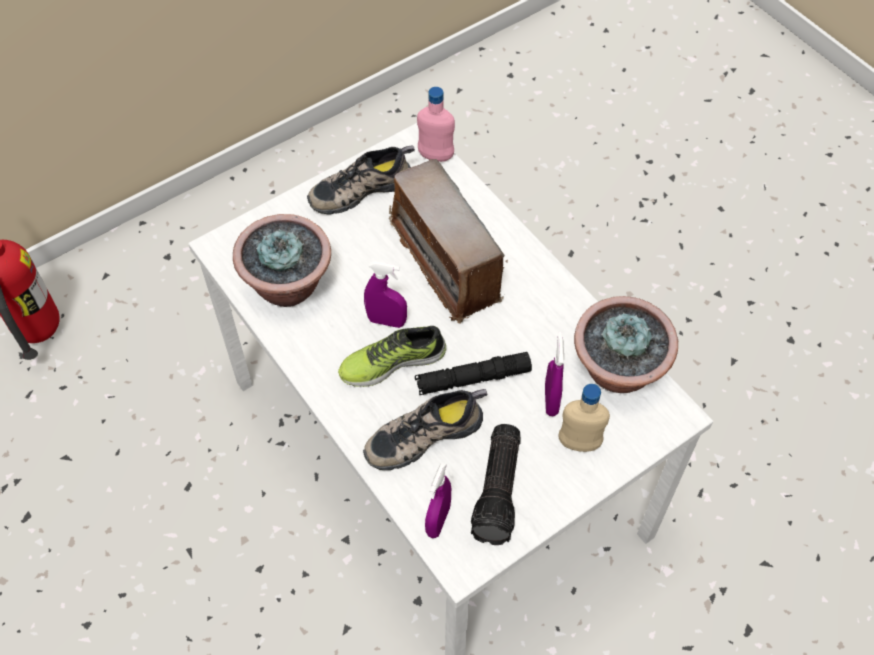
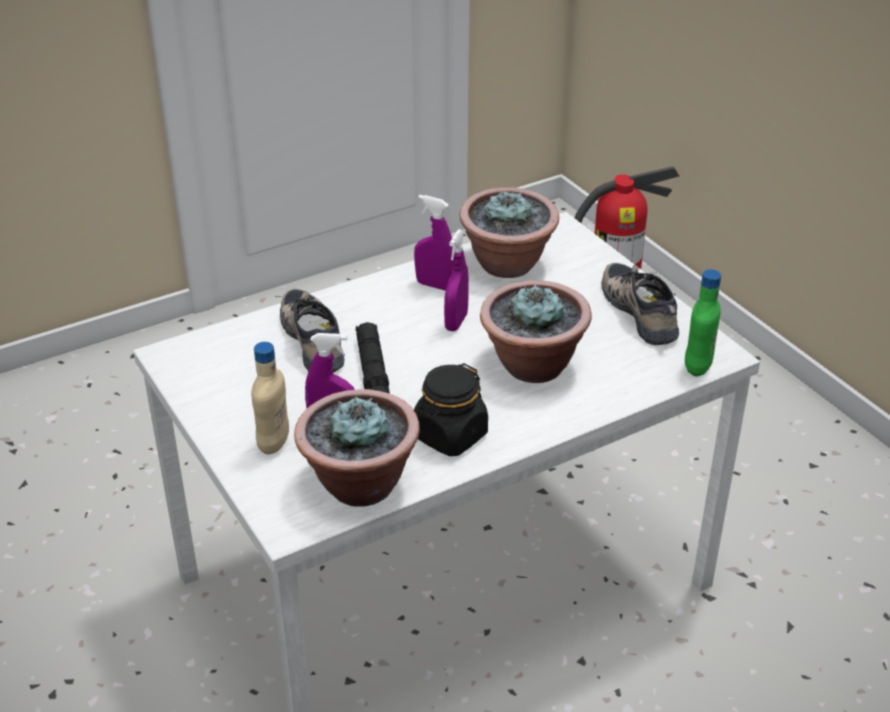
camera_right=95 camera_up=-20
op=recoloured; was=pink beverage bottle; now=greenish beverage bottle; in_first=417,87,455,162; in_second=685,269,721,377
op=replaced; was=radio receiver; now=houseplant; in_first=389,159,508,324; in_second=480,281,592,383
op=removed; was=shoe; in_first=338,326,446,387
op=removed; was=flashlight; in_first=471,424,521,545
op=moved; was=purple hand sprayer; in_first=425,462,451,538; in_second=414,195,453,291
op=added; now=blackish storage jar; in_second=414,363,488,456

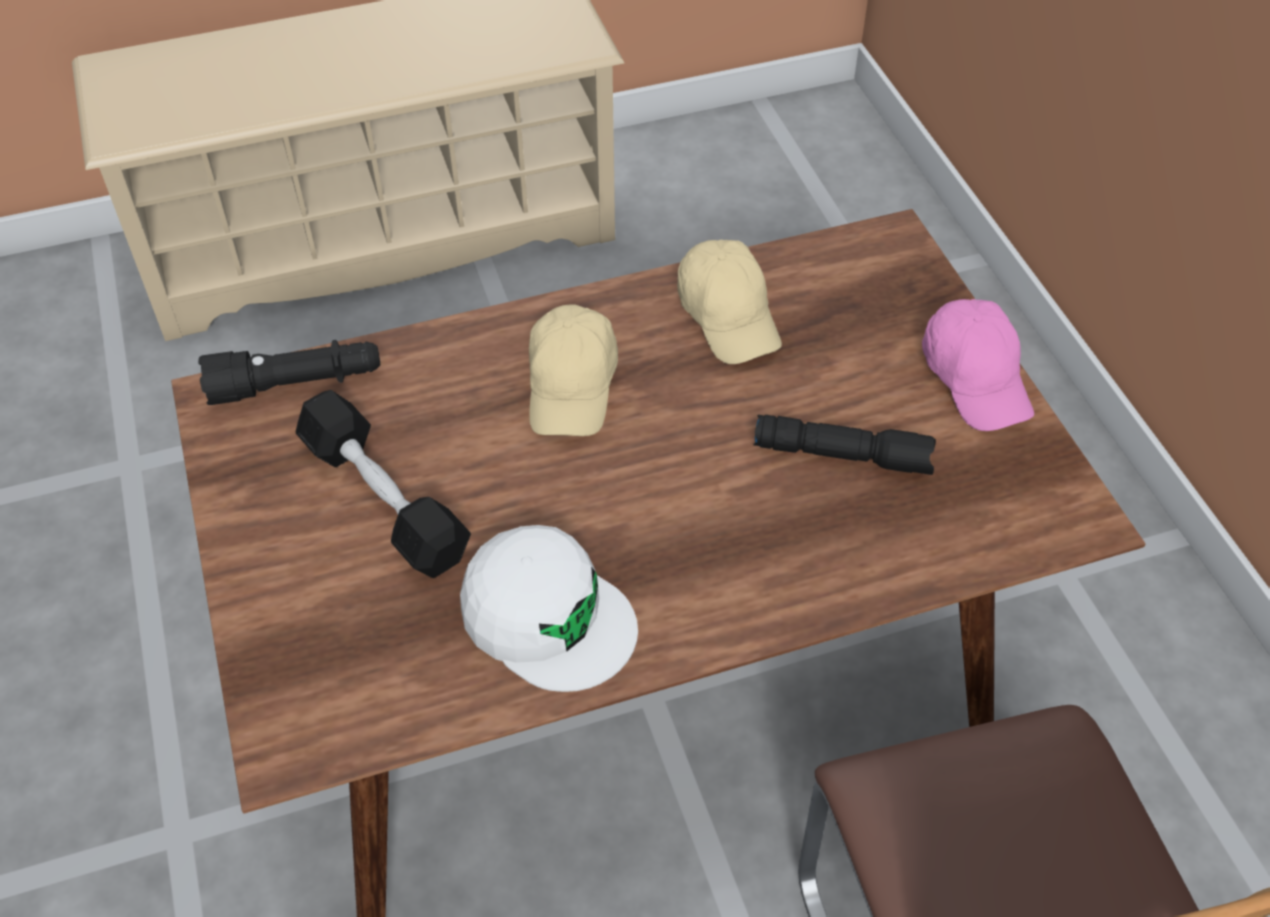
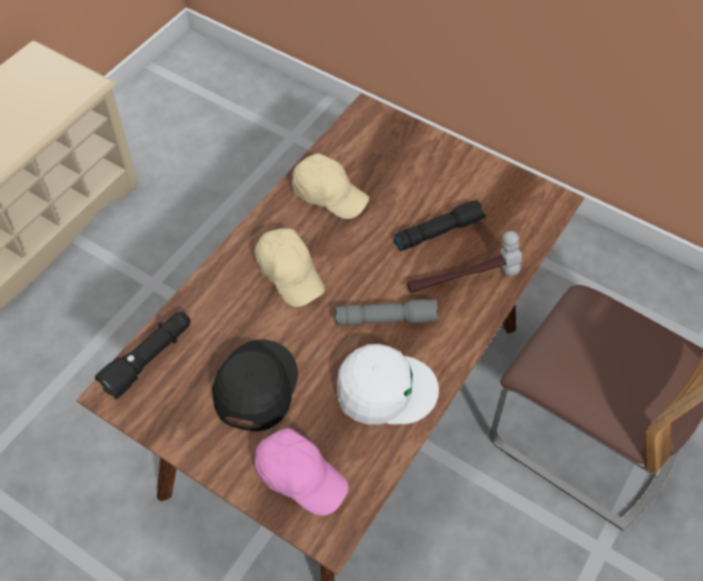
camera_right=-40 camera_up=5
op=moved; was=pink baseball cap; in_first=922,299,1034,431; in_second=255,428,348,515
op=replaced; was=blackish dumbbell; now=blackish baseball cap; in_first=295,390,471,578; in_second=212,340,298,431
op=added; now=hand hammer; in_second=407,231,522,293
op=added; now=grey flashlight; in_second=335,299,440,326

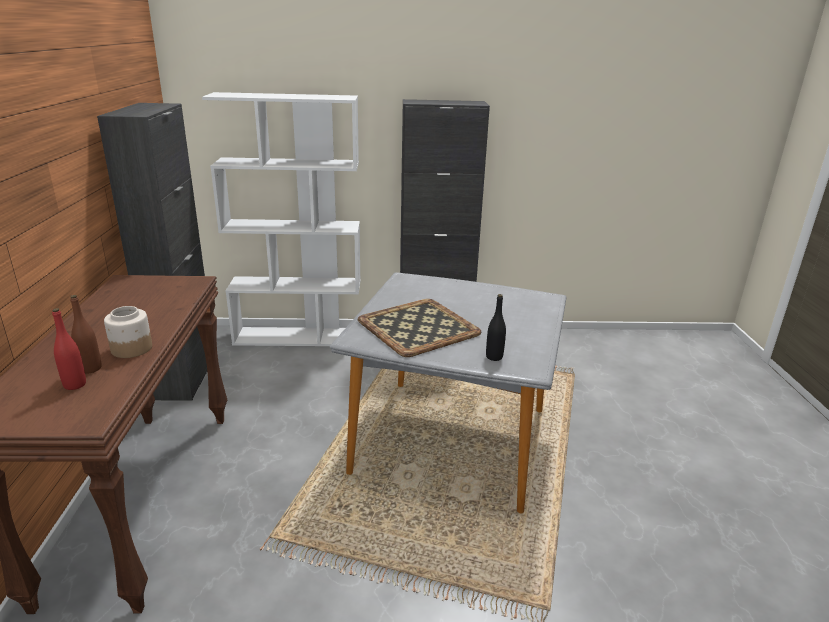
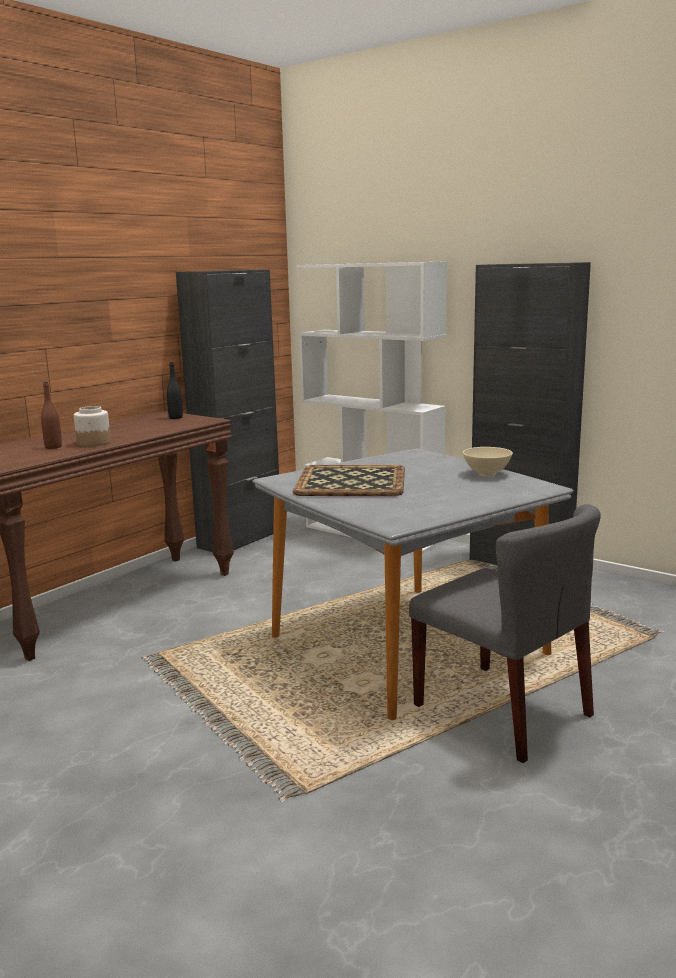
camera_right=40 camera_up=-10
op=moved; was=blackish beverage bottle; in_first=486,294,506,361; in_second=167,362,183,419
op=removed; was=red beverage bottle; in_first=52,308,86,390
op=added; now=beige bowl; in_second=463,447,513,476
op=added; now=grey plain chair; in_second=409,504,601,763

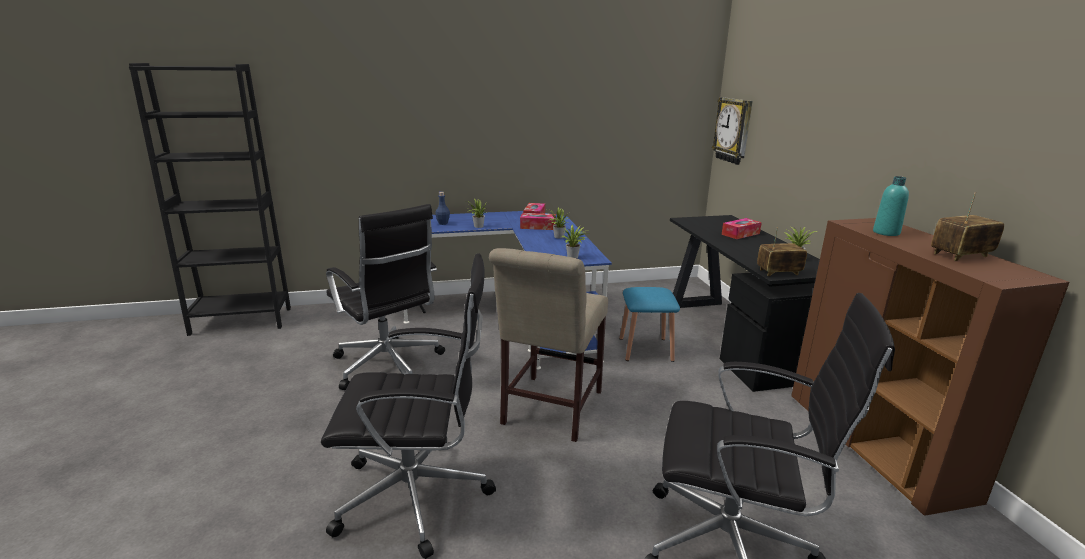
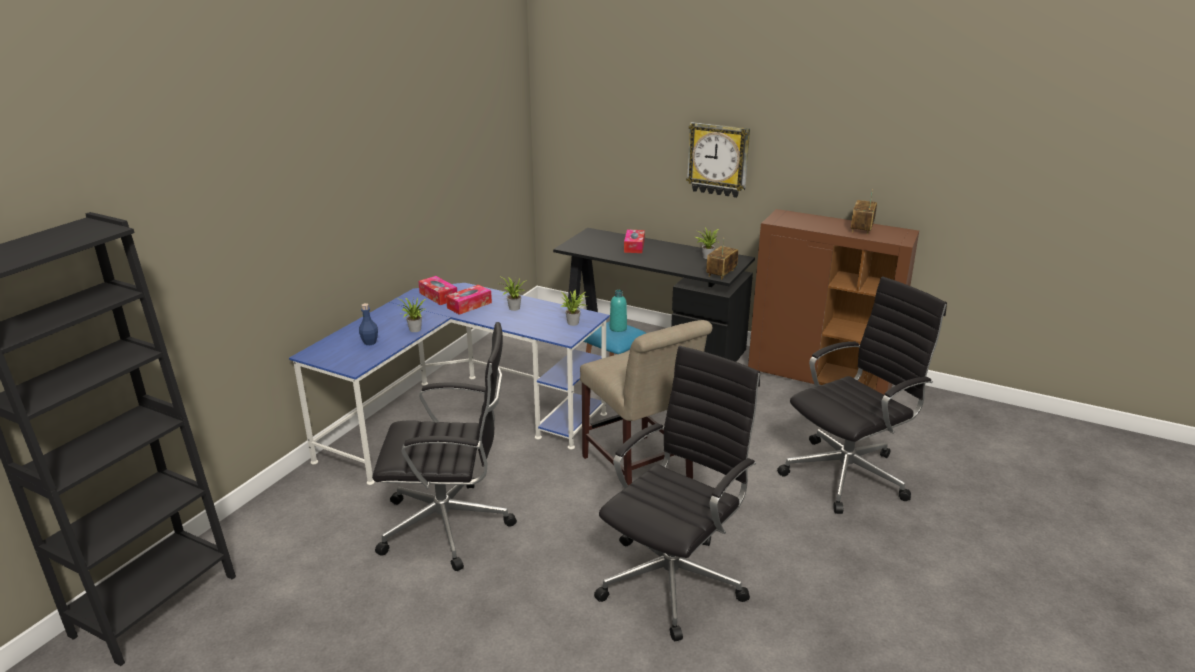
camera_right=-50 camera_up=5
op=moved; was=clock on the wall; in_first=712,97,753,165; in_second=686,122,750,198
op=moved; was=turquoise-coloured beverage bottle; in_first=873,176,909,236; in_second=610,290,627,332

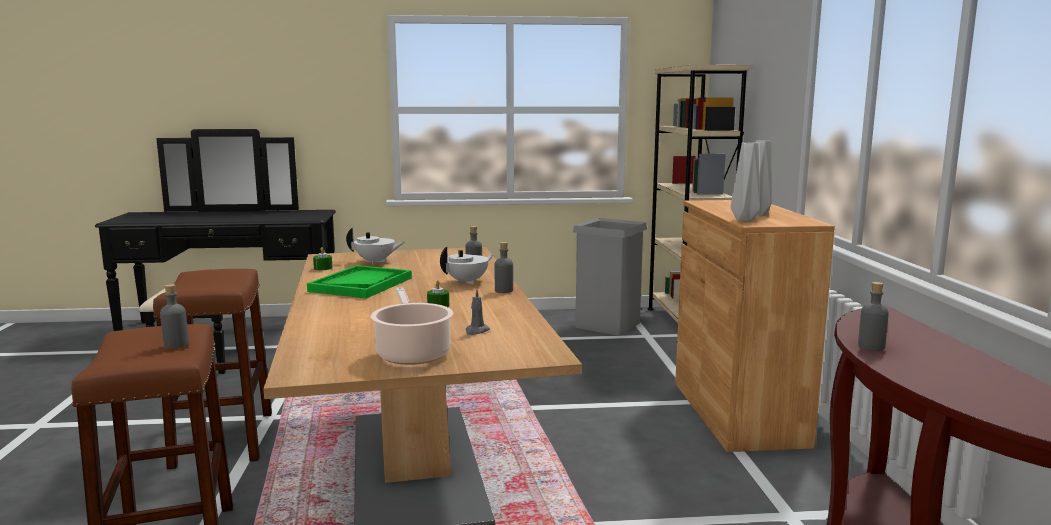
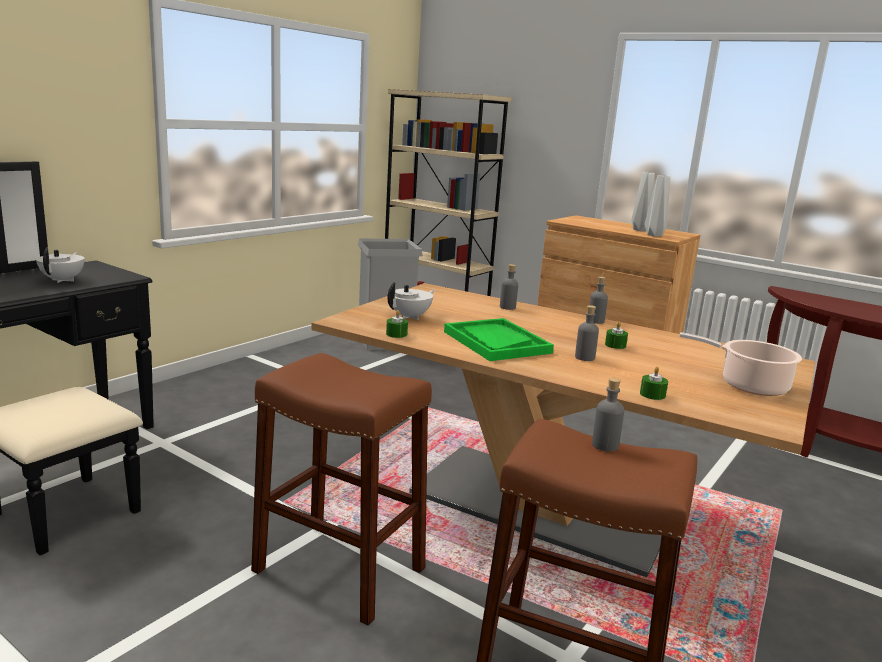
camera_right=-50 camera_up=5
op=moved; was=white-coloured tea pot; in_first=440,247,494,285; in_second=36,248,84,283
op=moved; was=grey beverage bottle; in_first=858,282,889,351; in_second=575,305,599,361
op=removed; was=grey candle; in_first=465,289,490,335
op=added; now=greenish candle; in_second=640,367,668,400

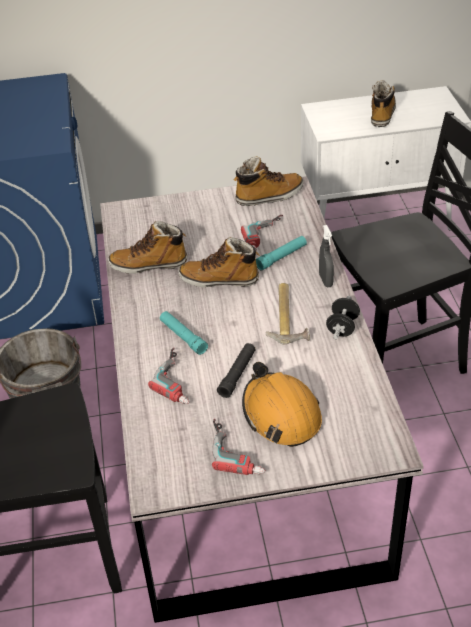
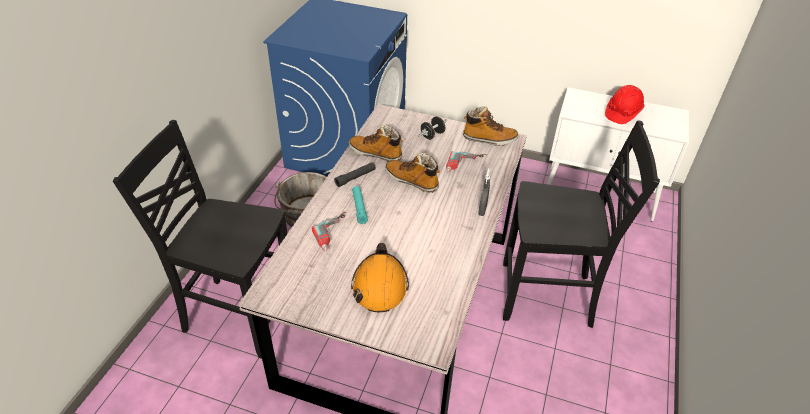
camera_right=25 camera_up=0
op=replaced; was=tall boot; now=red work helmet; in_first=371,80,396,127; in_second=605,85,645,124
op=removed; was=turquoise-coloured flashlight; in_first=256,236,307,271
op=removed; was=hand hammer; in_first=266,283,310,344
op=moved; was=blackish dumbbell; in_first=326,296,360,340; in_second=418,116,447,140
op=moved; was=blackish flashlight; in_first=217,343,256,398; in_second=334,162,376,187
op=removed; was=drill; in_first=212,419,266,475

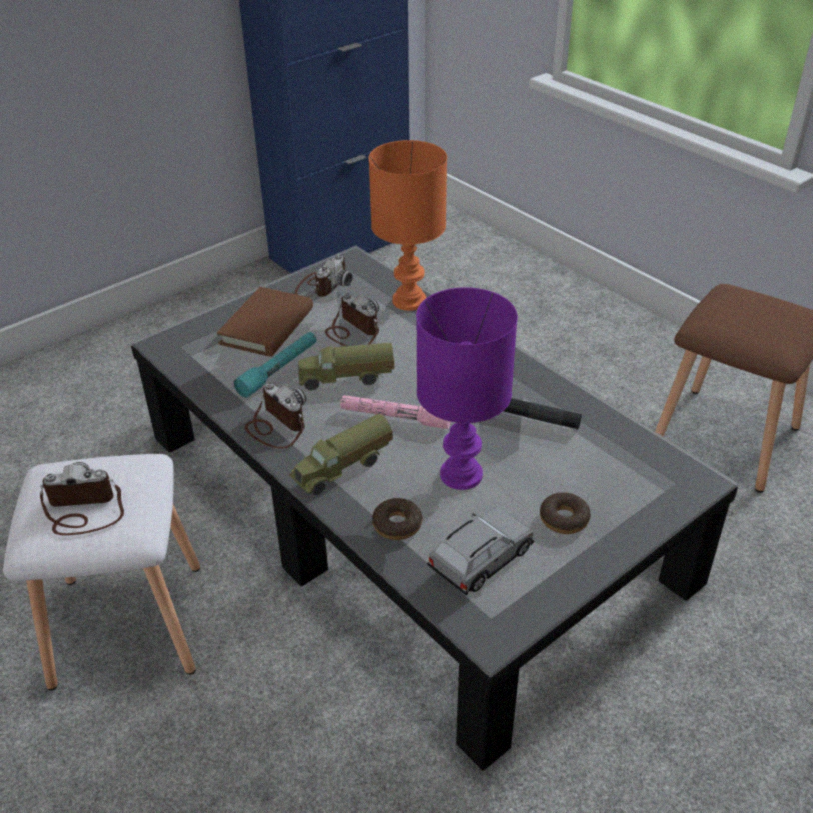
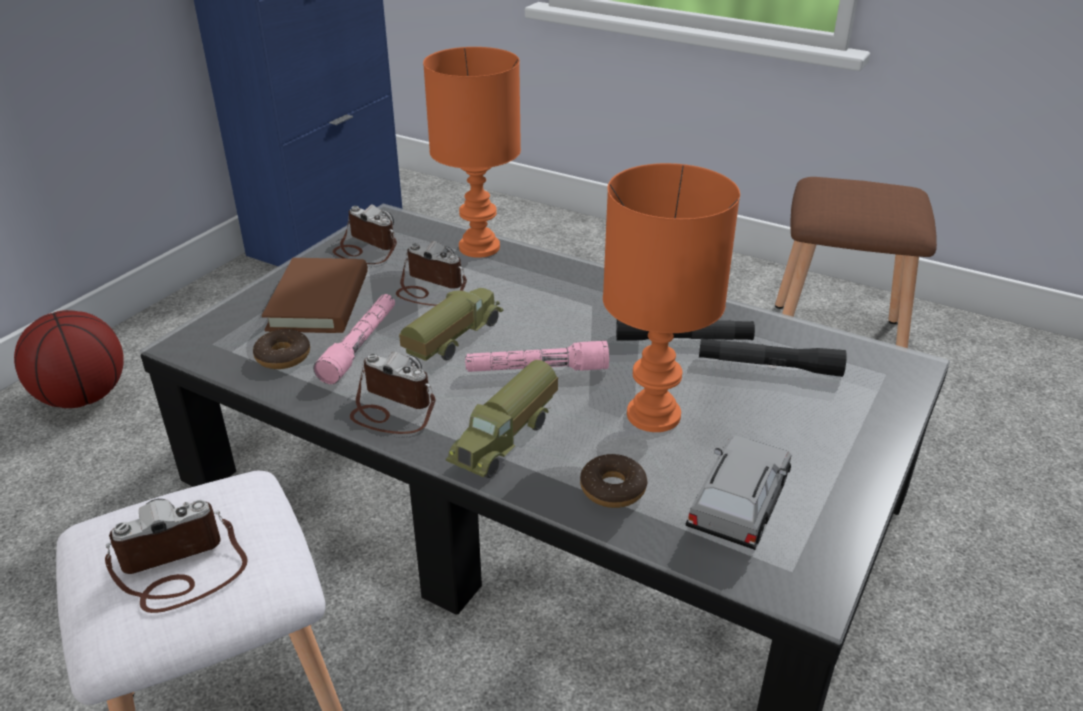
camera_right=-20 camera_up=-5
op=turned; was=photo camera; in_first=295,254,353,297; in_second=333,204,397,264; clockwise=-60
op=recoloured; was=purple table lamp; now=orange table lamp; in_first=416,287,518,490; in_second=603,163,740,432
op=recoloured; was=turquoise-coloured flashlight; now=pink flashlight; in_first=233,332,317,398; in_second=313,294,395,384
op=turned; was=toy lorry; in_first=298,343,394,390; in_second=399,288,503,361; clockwise=150
op=moved; was=ring doughnut; in_first=540,492,591,534; in_second=253,329,310,369
op=added; now=ball for basketball; in_second=14,310,124,408
op=added; now=blackish flashlight; in_second=699,338,847,377

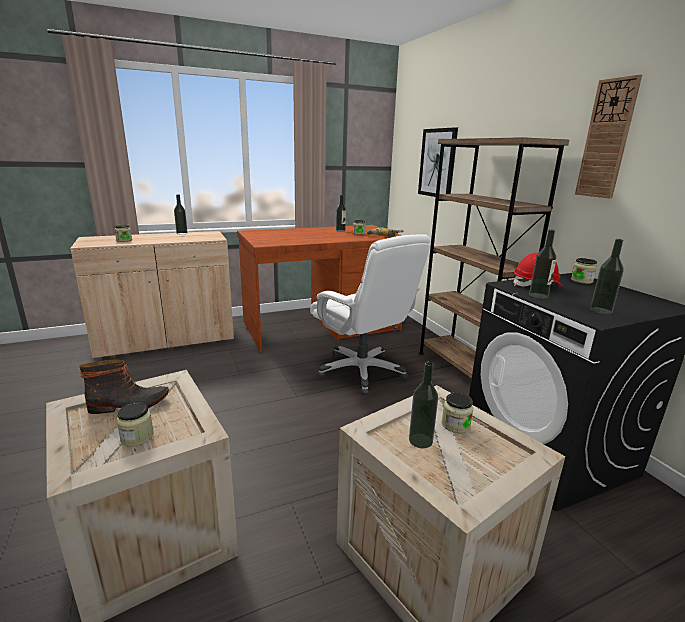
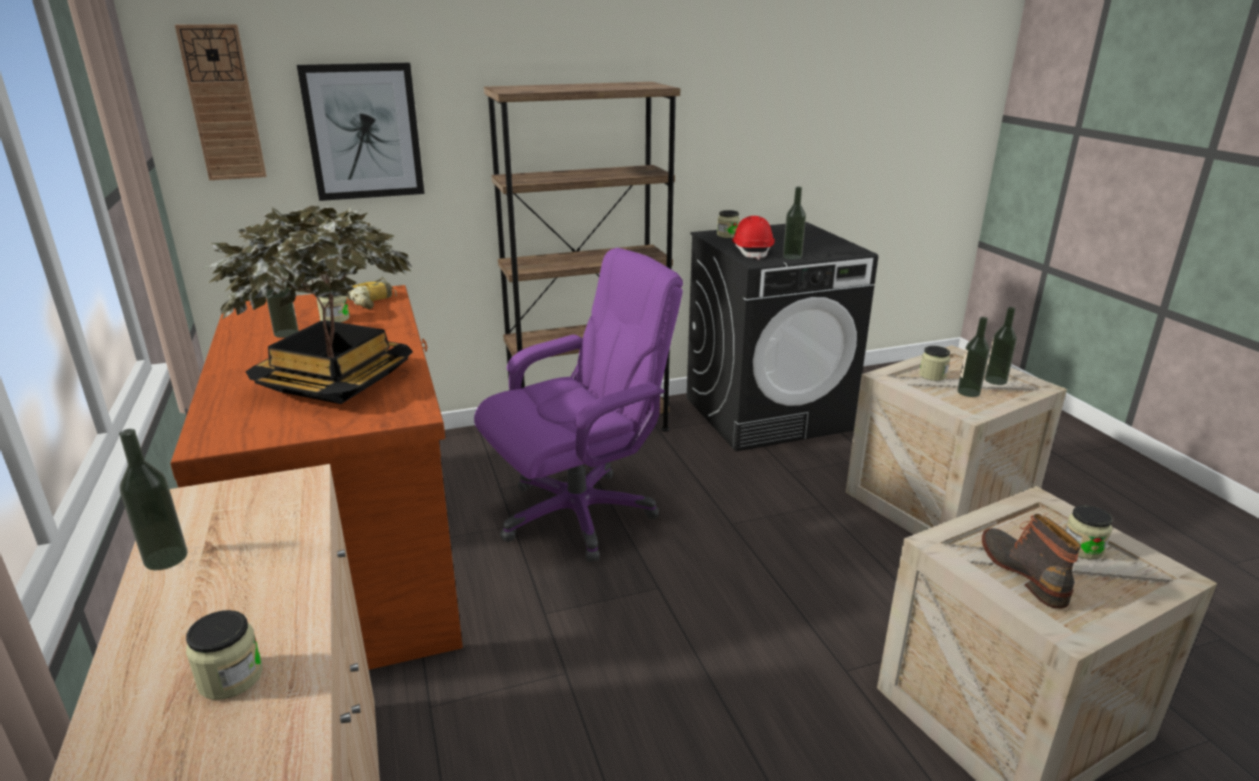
camera_right=-85 camera_up=5
op=moved; was=clock on the wall; in_first=575,74,642,199; in_second=175,24,267,180
op=recoloured; was=white-coloured desk chair; now=purple desk chair; in_first=310,234,431,395; in_second=474,248,683,562
op=moved; was=beverage bottle; in_first=590,239,624,314; in_second=985,307,1017,385
op=added; now=houseplant; in_second=204,206,413,404

